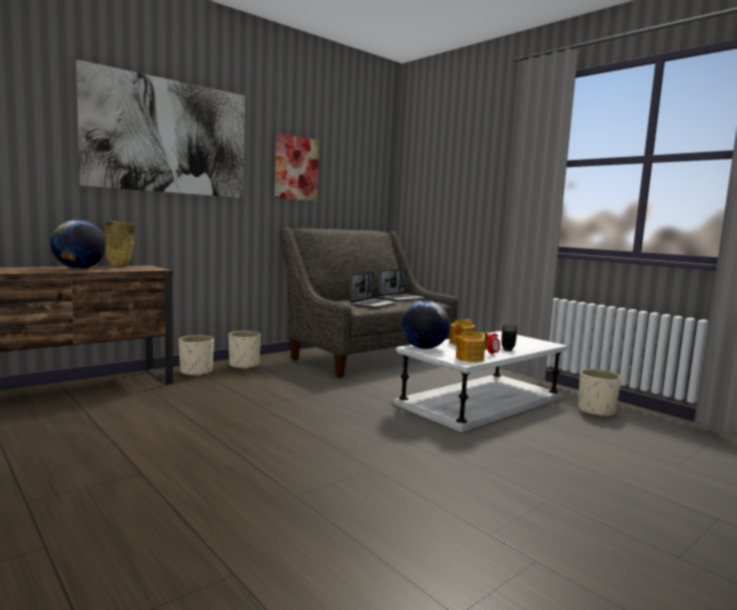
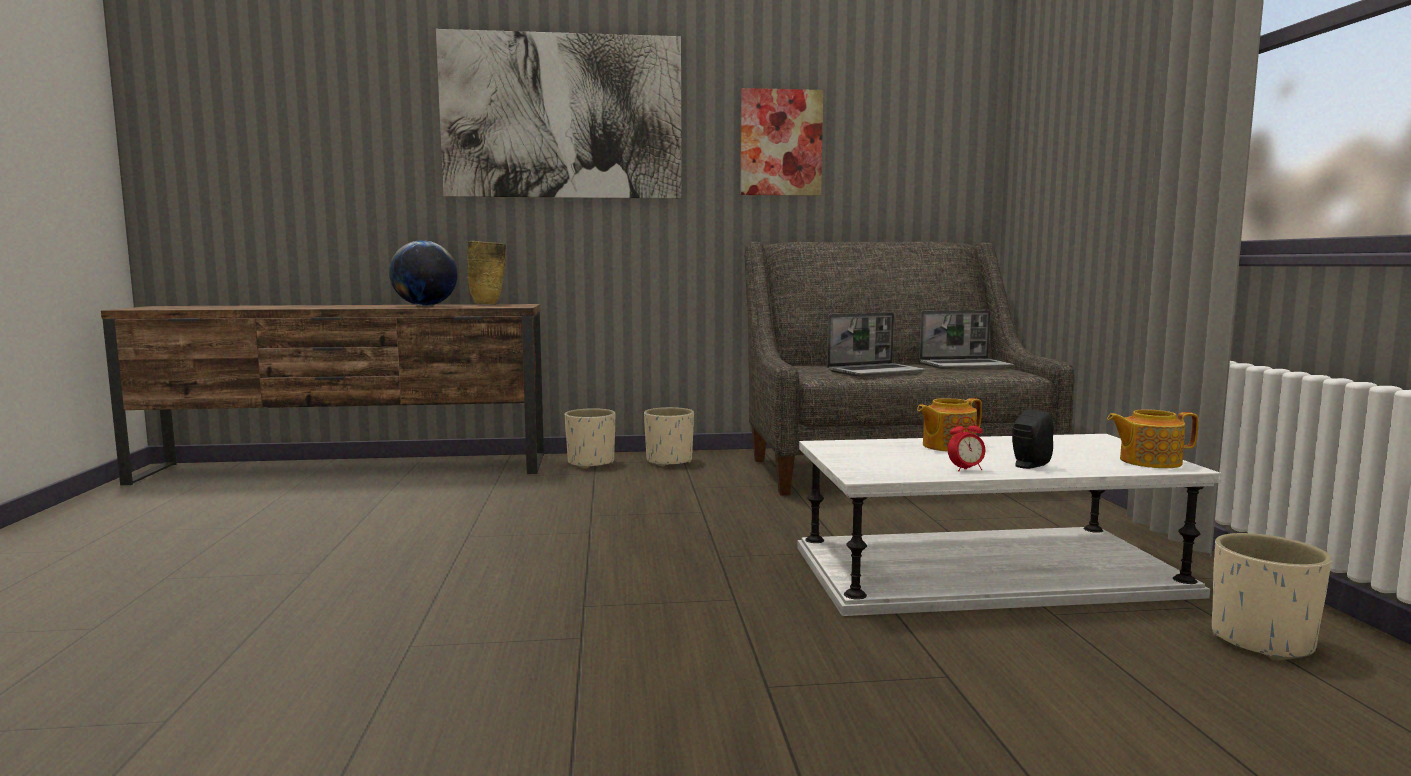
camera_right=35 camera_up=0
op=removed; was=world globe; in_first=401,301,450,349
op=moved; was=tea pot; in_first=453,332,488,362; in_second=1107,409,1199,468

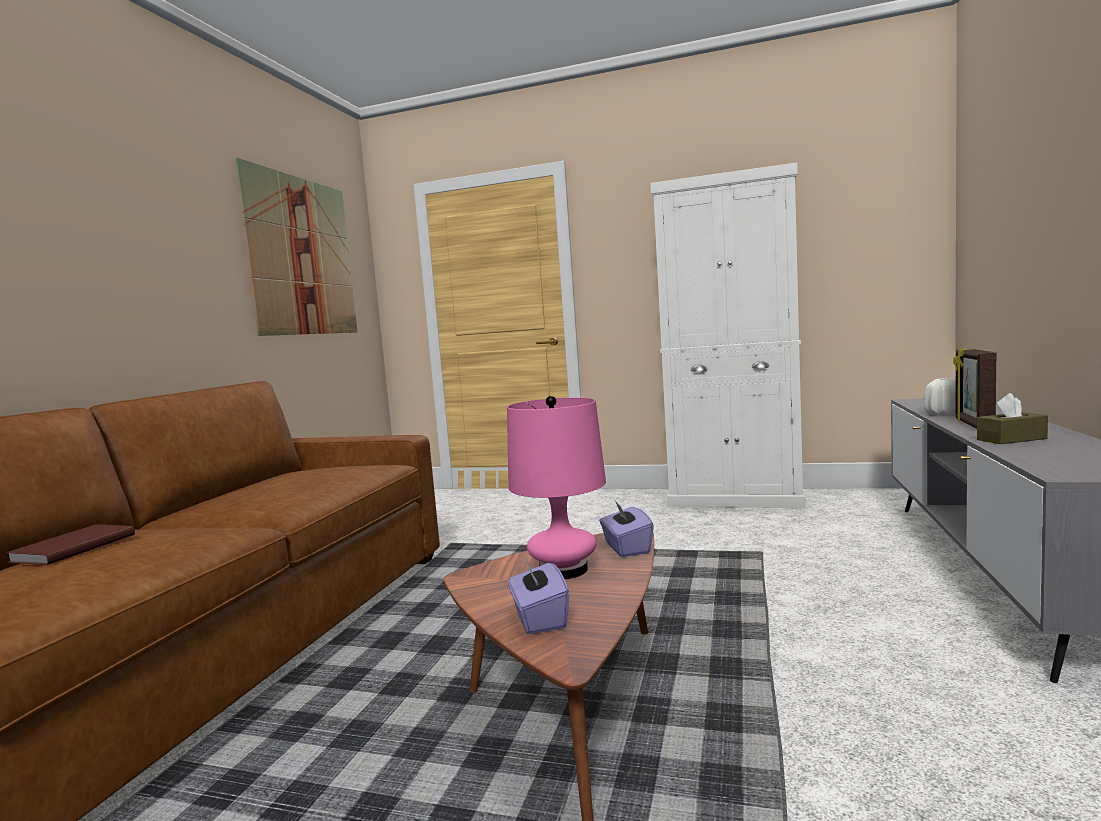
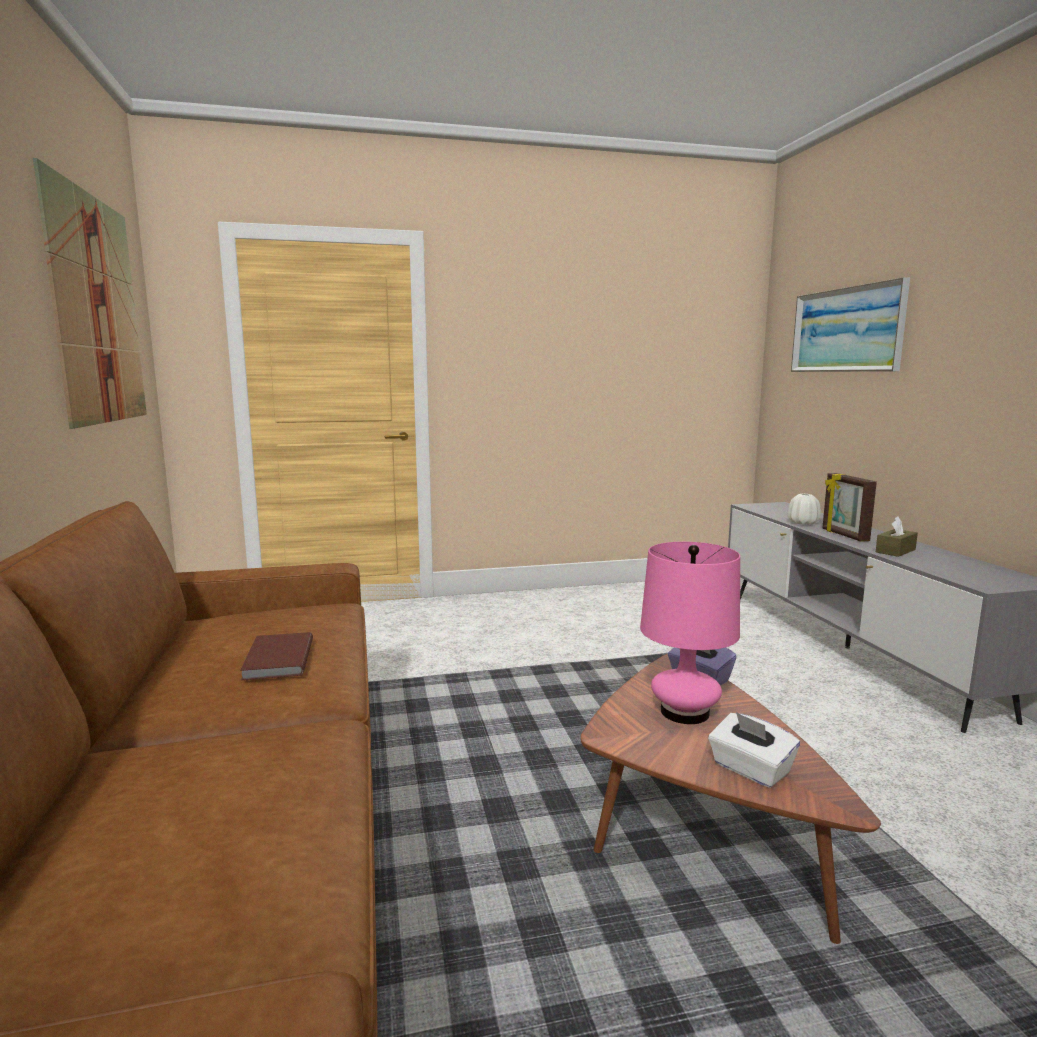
camera_right=-30 camera_up=5
op=removed; was=white-coloured cabinet; in_first=650,163,806,508
op=moved; was=brown-coloured book; in_first=6,524,135,565; in_second=240,632,313,680
op=recoloured; was=purple tissue box; now=white-coloured tissue box; in_first=508,557,569,634; in_second=708,712,800,788
op=added; now=picture; in_second=791,277,910,372

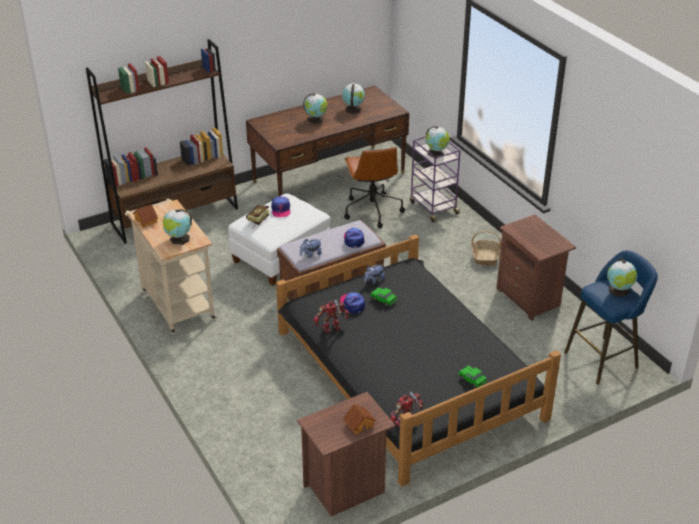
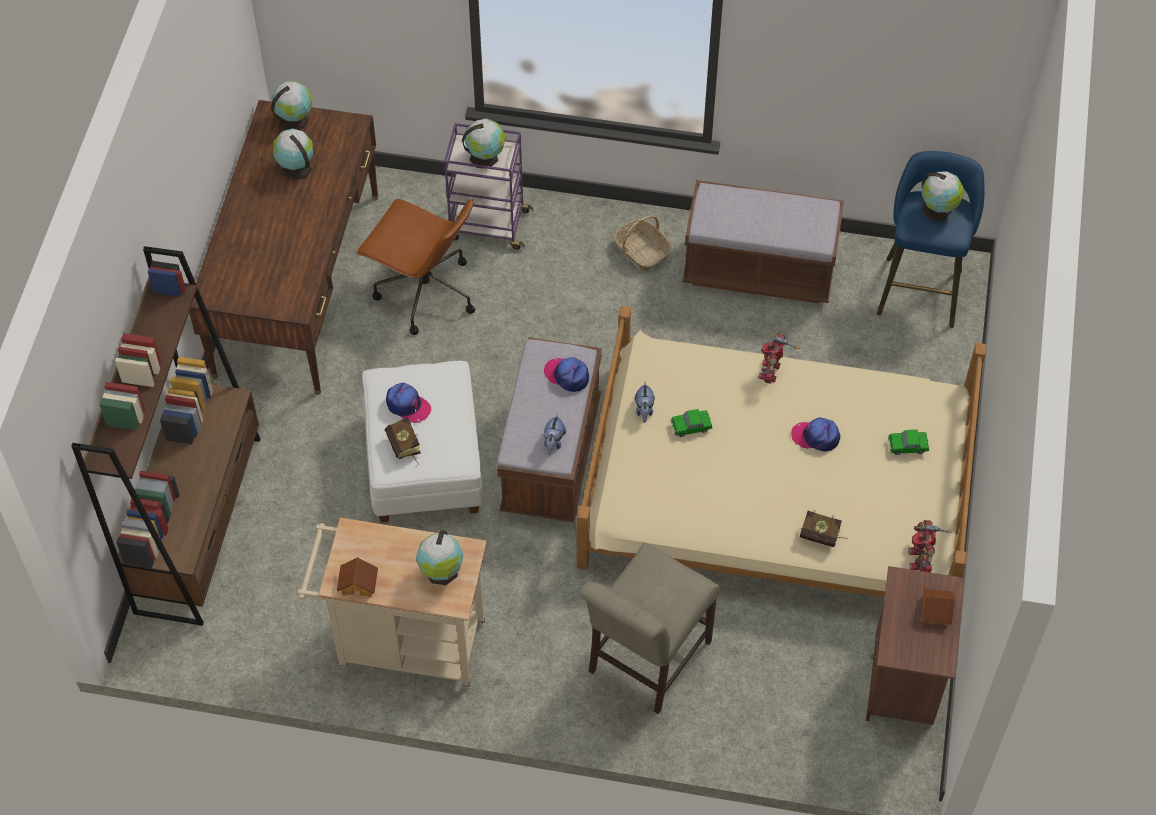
camera_right=-50 camera_up=20
op=moved; was=world globe; in_first=303,94,327,124; in_second=271,81,313,130
op=replaced; was=brown-coloured night table; now=brown-coloured bench; in_first=496,215,576,321; in_second=682,180,844,303
op=recoloured; was=blackish bed; now=beige bed; in_first=276,234,561,487; in_second=577,306,986,598
op=moved; was=baseball cap; in_first=340,292,365,314; in_second=791,417,840,452
op=moved; was=robot figure; in_first=314,299,349,333; in_second=758,333,799,383
op=added; now=book; in_second=800,510,848,547
op=added; now=beige plain chair; in_second=579,542,720,714

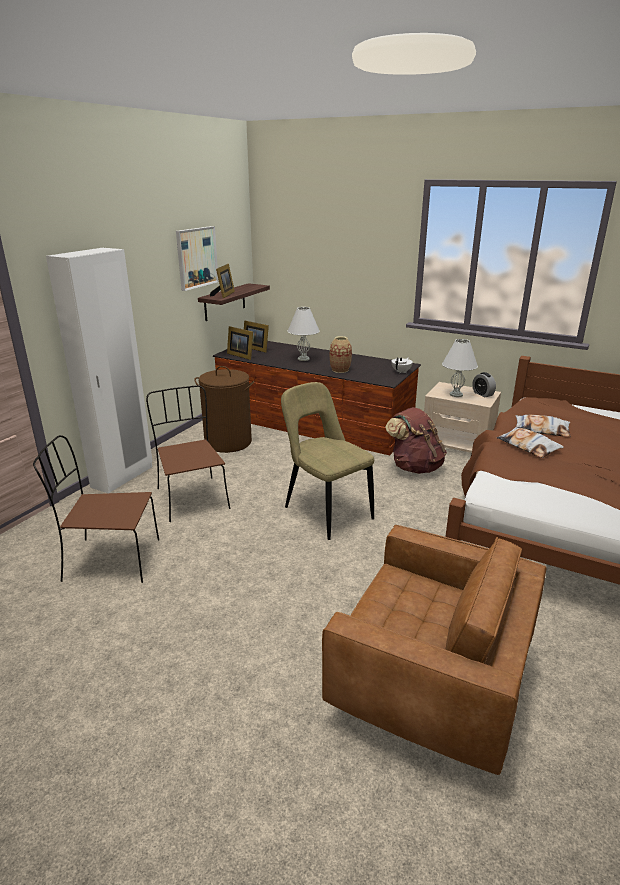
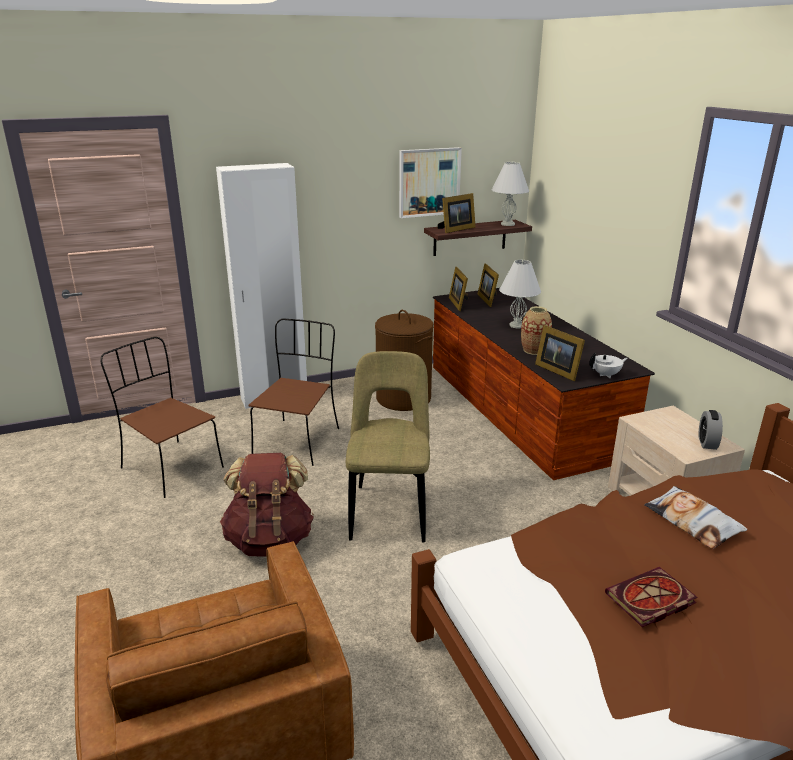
camera_right=40 camera_up=0
op=moved; was=white-coloured table lamp; in_first=442,339,478,397; in_second=491,161,529,226
op=moved; was=brown-coloured knapsack; in_first=385,407,447,474; in_second=220,453,314,557
op=removed; was=cushion; in_first=497,427,564,458
op=added; now=photo frame; in_second=535,325,585,381
op=added; now=book; in_second=605,567,698,627

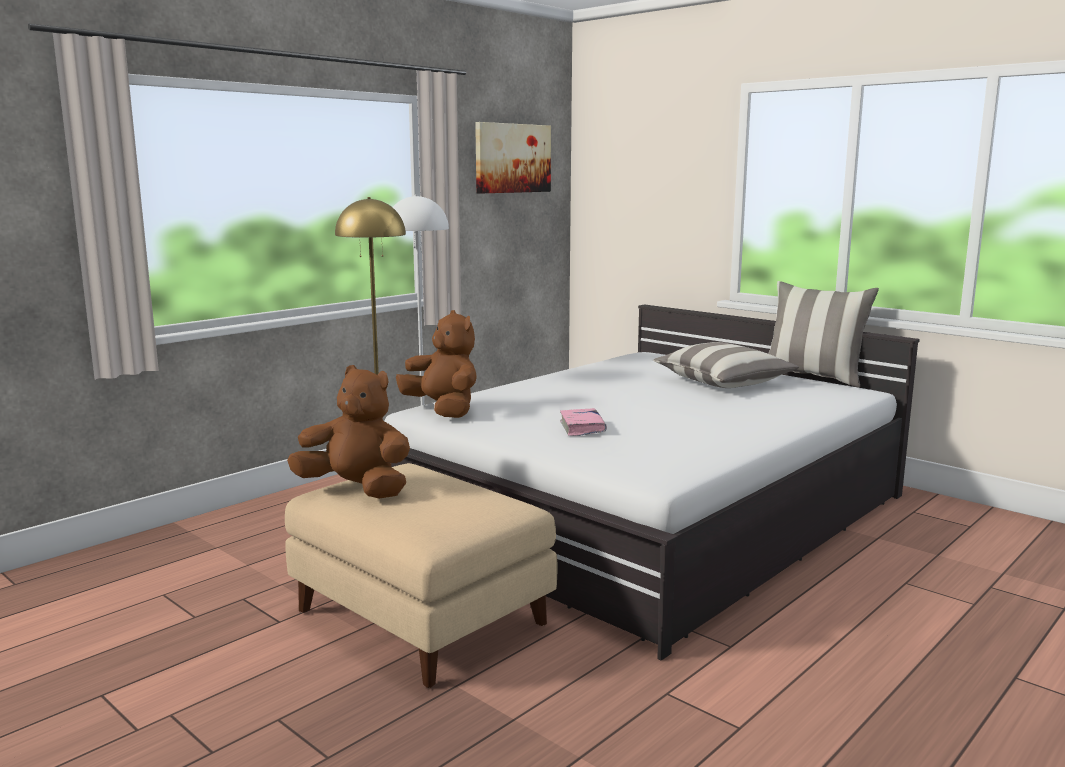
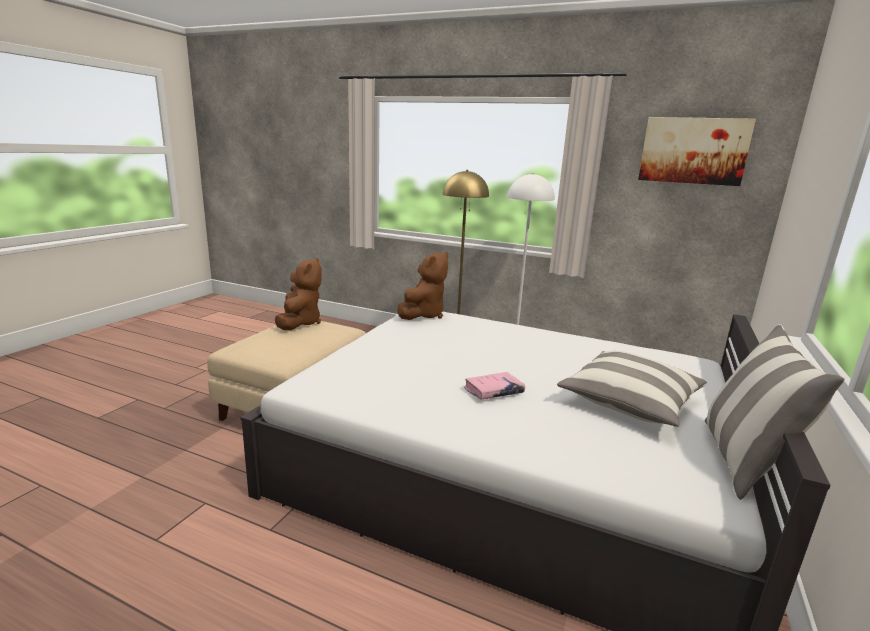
camera_right=70 camera_up=5
op=moved; was=pink book; in_first=560,408,607,436; in_second=464,372,525,400

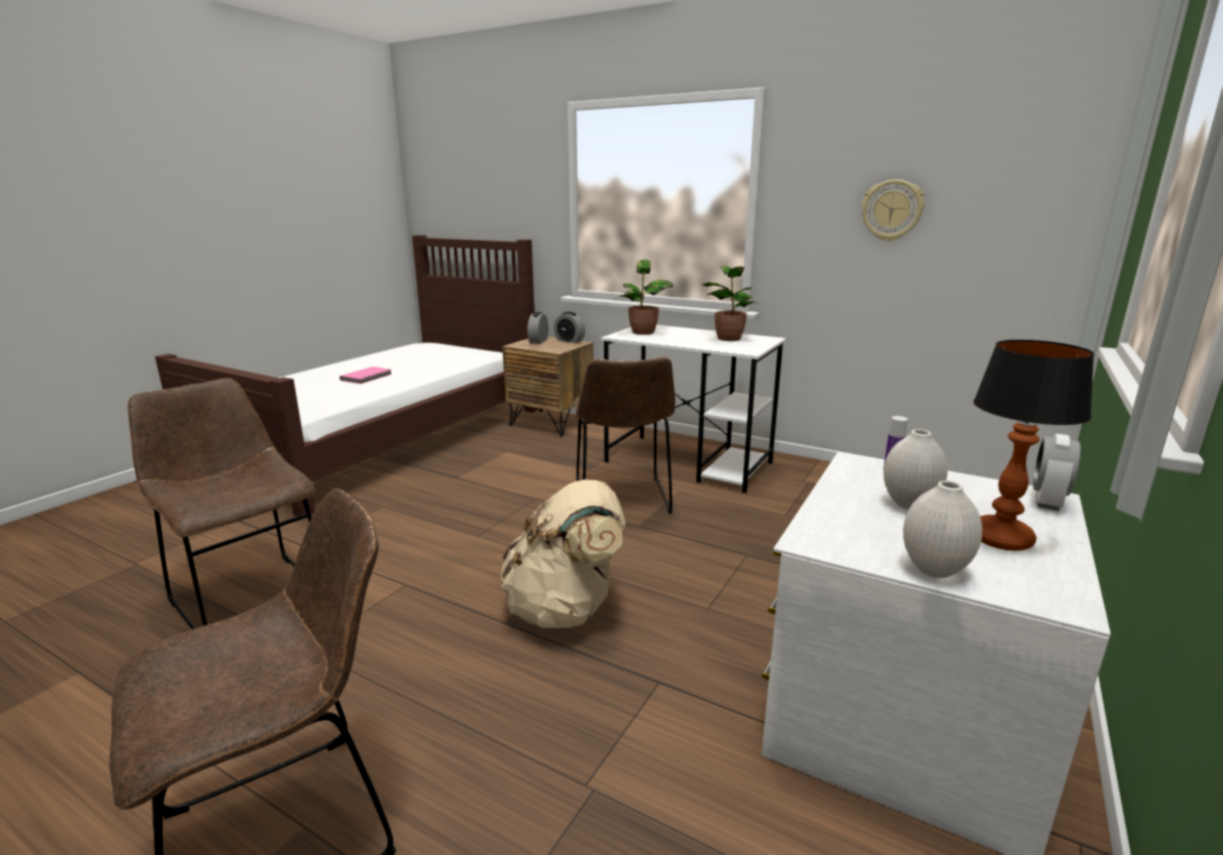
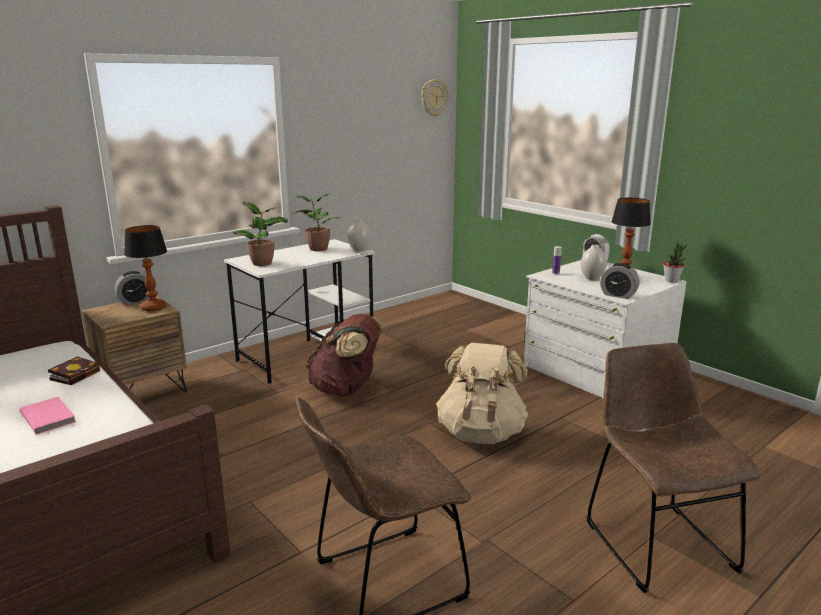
camera_right=-70 camera_up=0
op=moved; was=clock on the wall; in_first=862,179,925,241; in_second=421,79,449,117
op=moved; was=alarm clock; in_first=527,312,548,344; in_second=600,263,639,299
op=replaced; was=brown-coloured plain chair; now=brown-coloured knapsack; in_first=574,357,675,513; in_second=306,314,382,396
op=moved; was=white-coloured vase; in_first=903,480,982,578; in_second=347,219,371,252
op=added; now=table lamp; in_second=124,225,167,311
op=added; now=houseplant; in_second=663,243,687,282
op=added; now=book; in_second=48,356,100,385

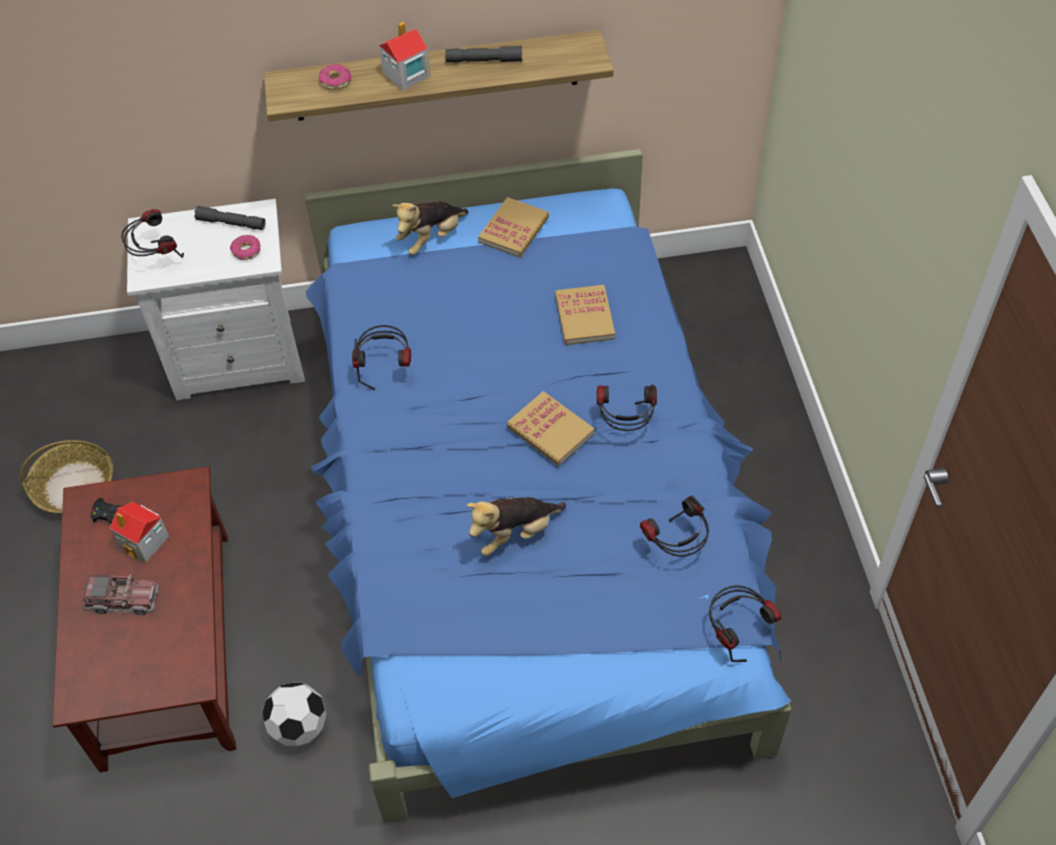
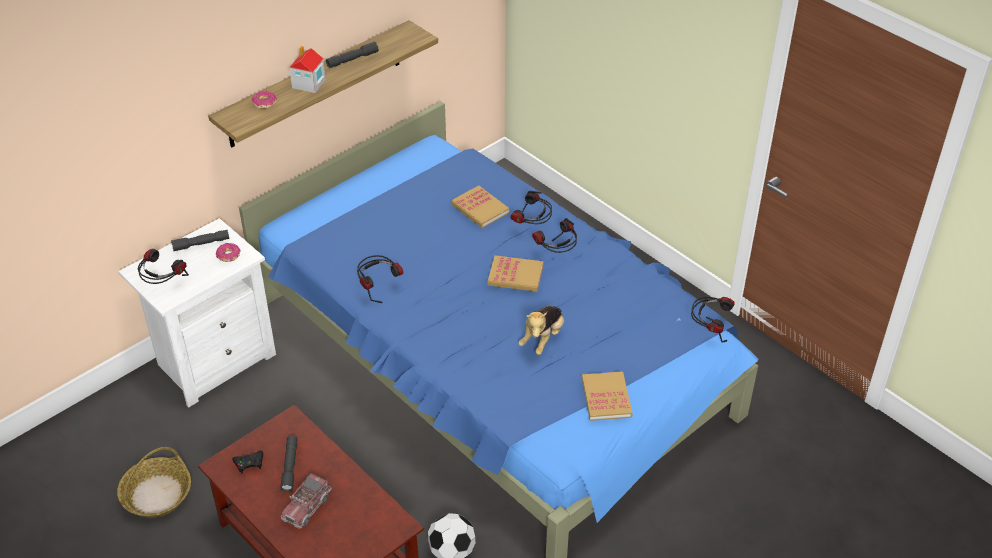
camera_right=-35 camera_up=-10
op=moved; was=book; in_first=478,197,549,258; in_second=582,372,633,421
op=removed; was=soft toy; in_first=392,201,468,255
op=moved; was=pair of headphones; in_first=640,496,709,557; in_second=511,191,552,224
op=replaced; was=model house; now=grey flashlight; in_first=110,502,170,563; in_second=280,436,298,493
op=turned; was=toy lorry; in_first=83,574,159,615; in_second=281,473,332,529; clockwise=150

